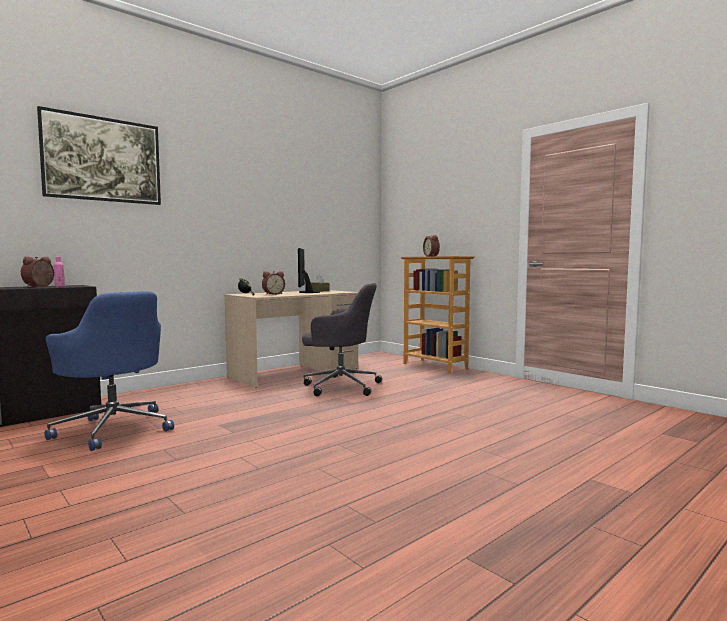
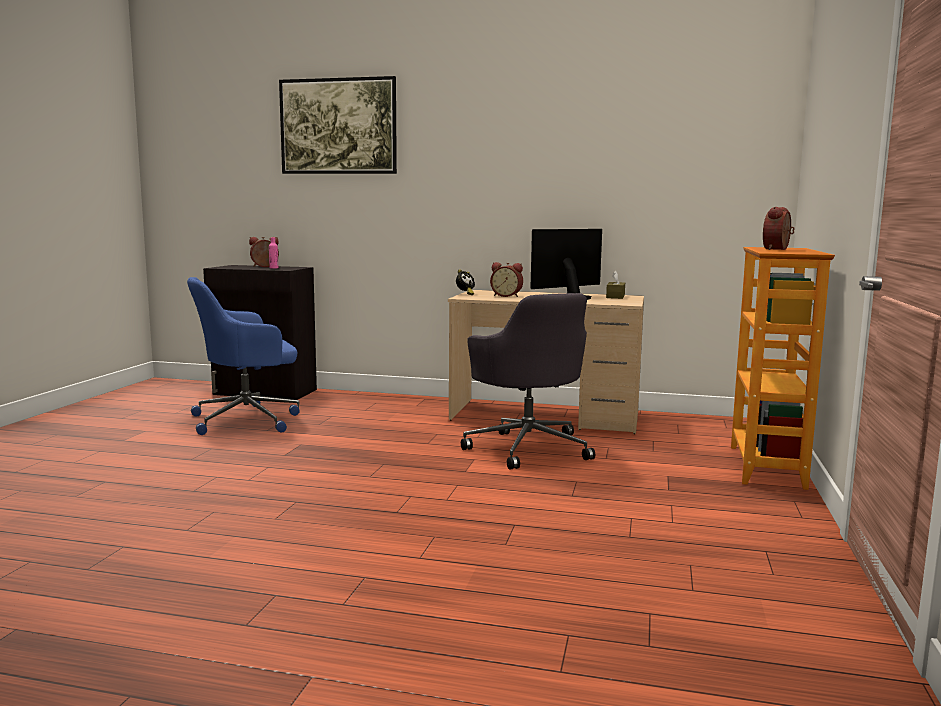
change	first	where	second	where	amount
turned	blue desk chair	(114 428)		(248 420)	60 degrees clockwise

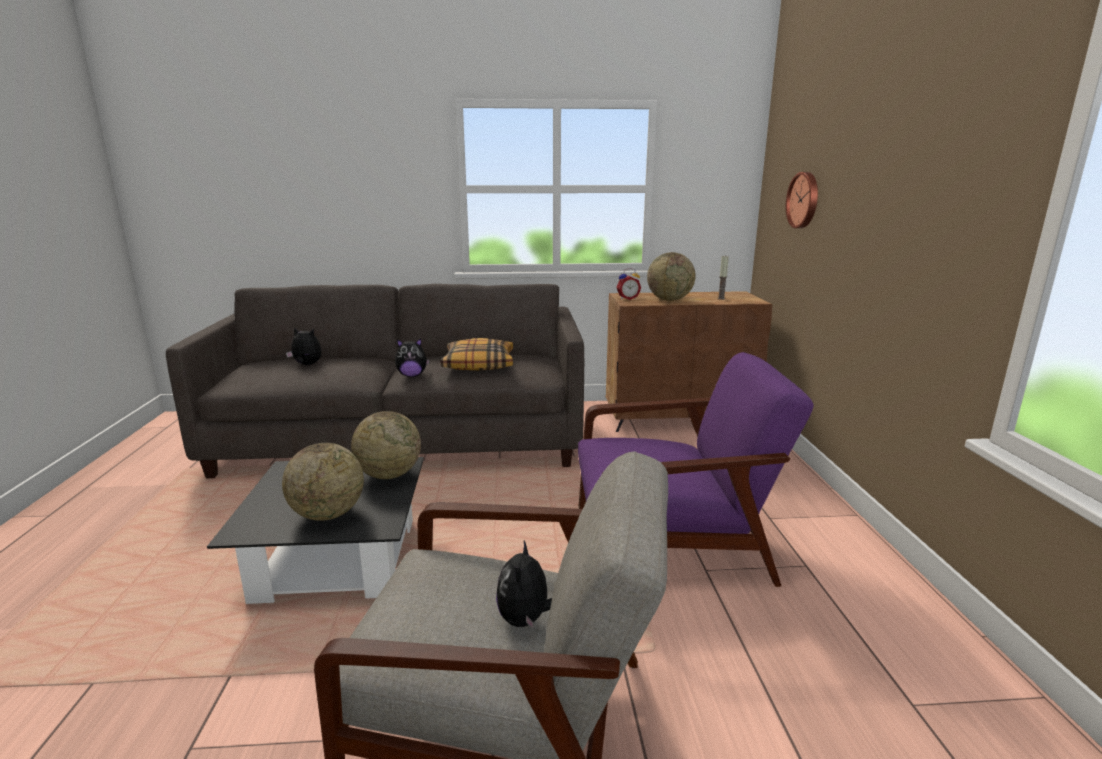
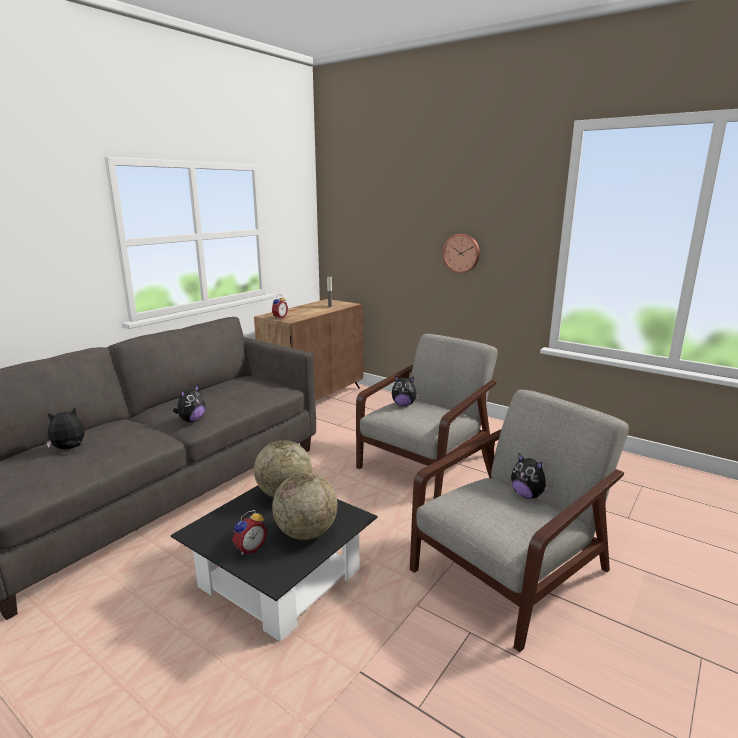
change	first	where	second	where	amount
moved	hanging clock	(804 200)		(462 253)	
removed	globe	(669 300)			
removed	throw pillow	(479 364)			
recoloured	purple lounge chair	(673 543)	gray lounge chair	(427 460)	
added			soft toy	(404 405)	
added			alarm clock	(249 548)	

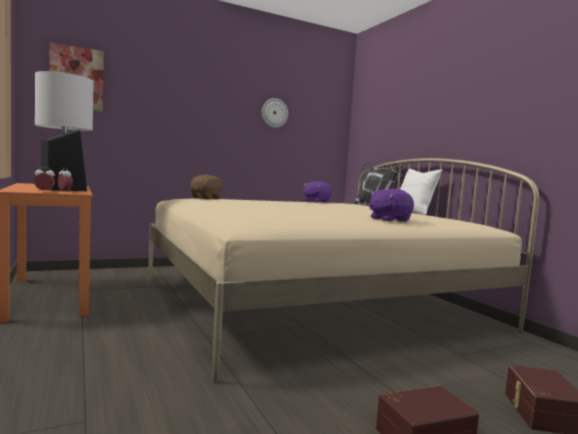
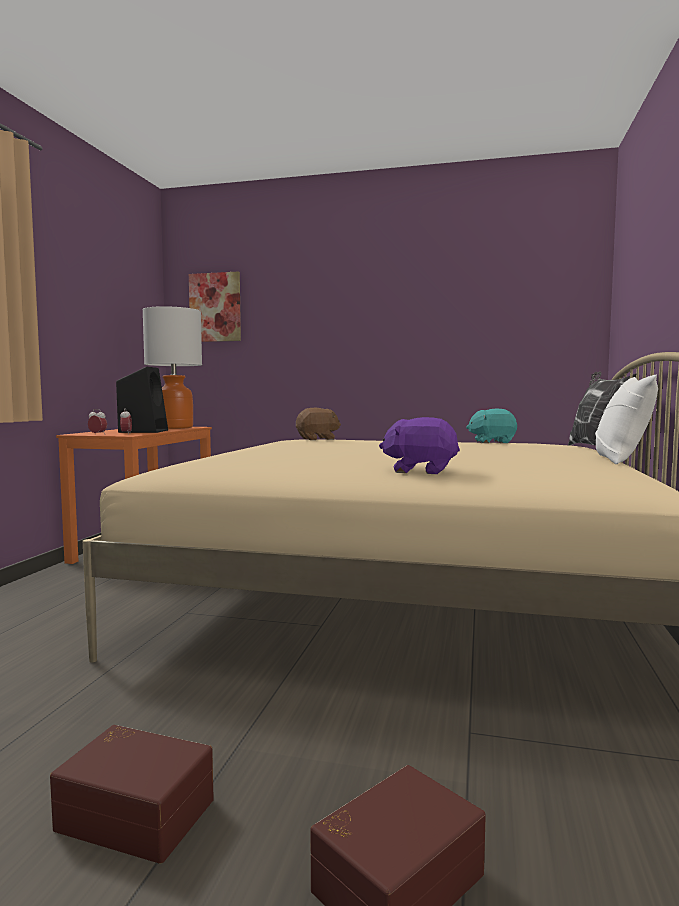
change	first	where	second	where	amount
removed	hanging clock	(274 113)			
recoloured	purple soft toy	(316 201)	turquoise soft toy	(492 442)	

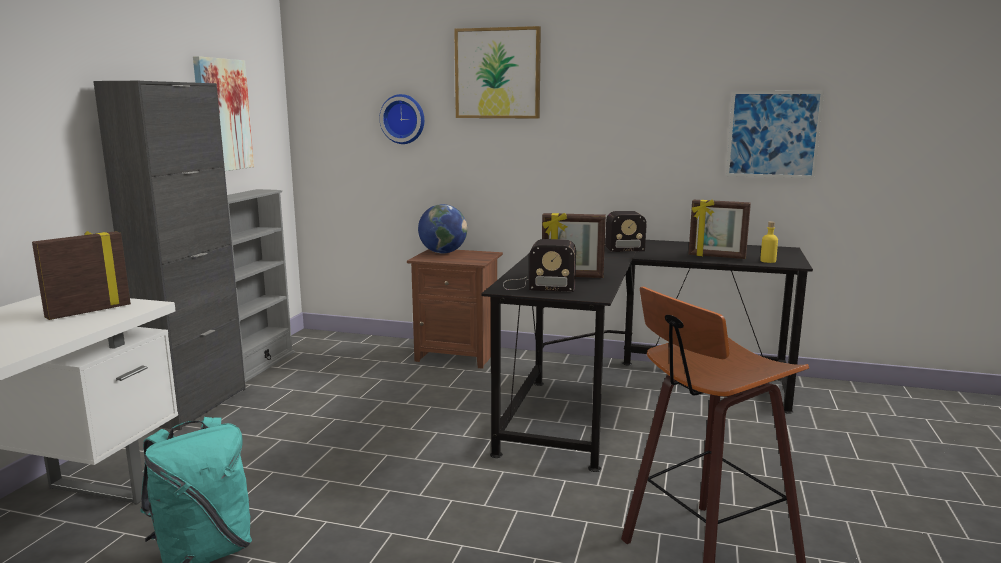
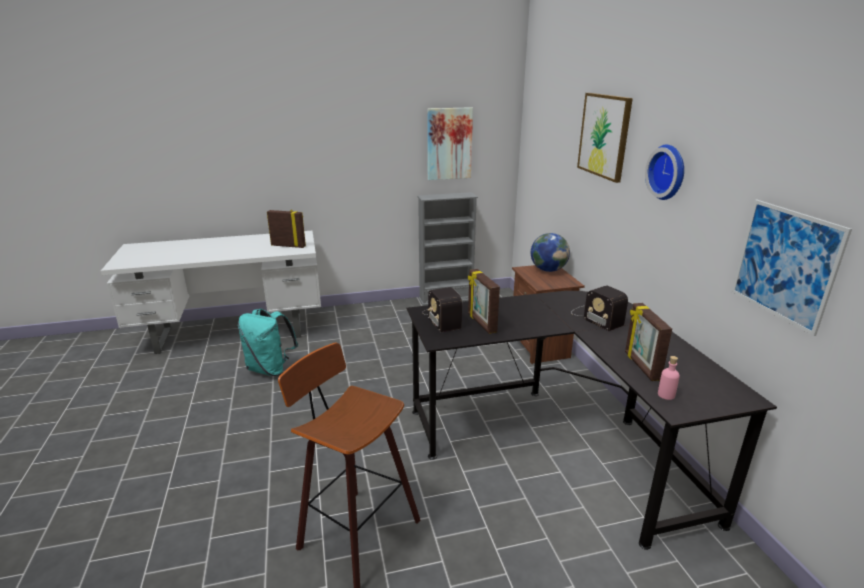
change	first	where	second	where	amount
removed	black-coloured cupboard	(196 406)			
moved	hanging clock	(403 119)		(668 172)	
recoloured	yellow bottle	(768 261)	pink bottle	(666 395)	

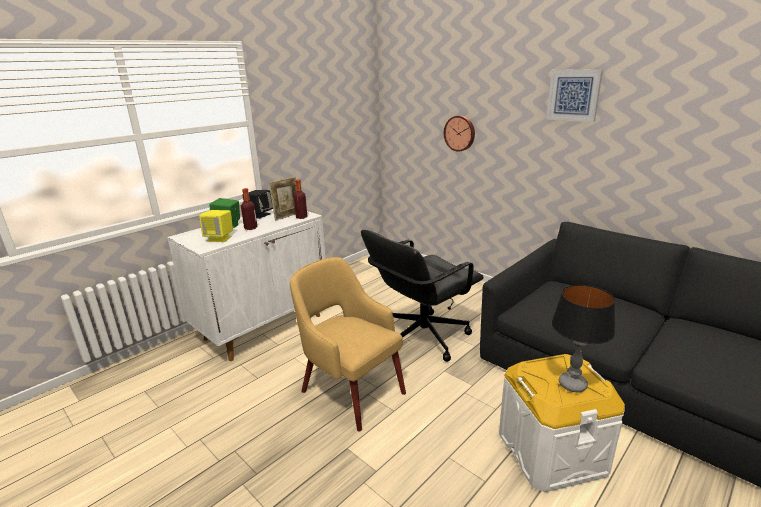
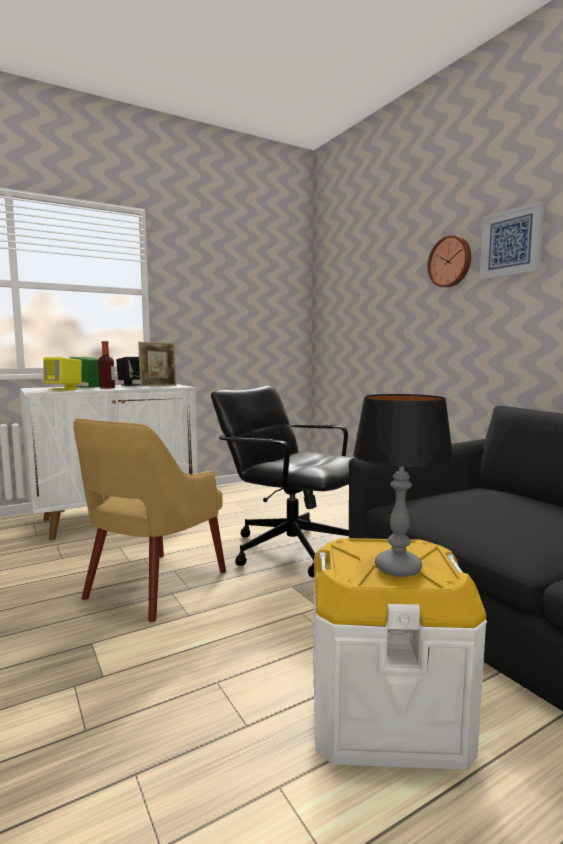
change	first	where	second	where	amount
moved	hanging clock	(460 133)		(450 262)	
removed	bottle	(301 217)			
turned	black-coloured desk chair	(422 336)		(291 549)	60 degrees clockwise
turned	yellow lounge chair	(350 390)		(153 586)	120 degrees counterclockwise

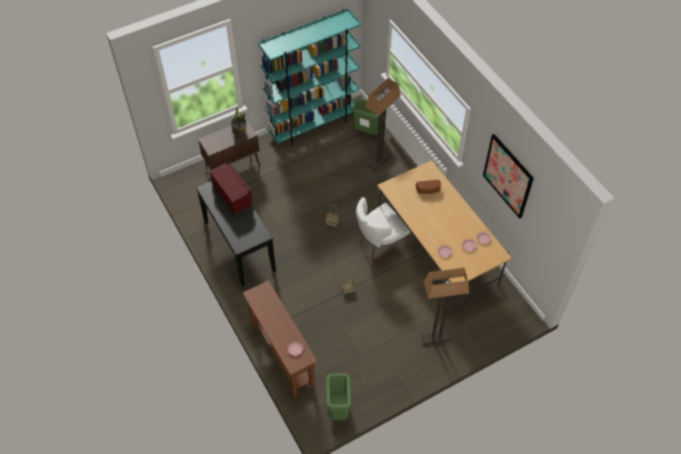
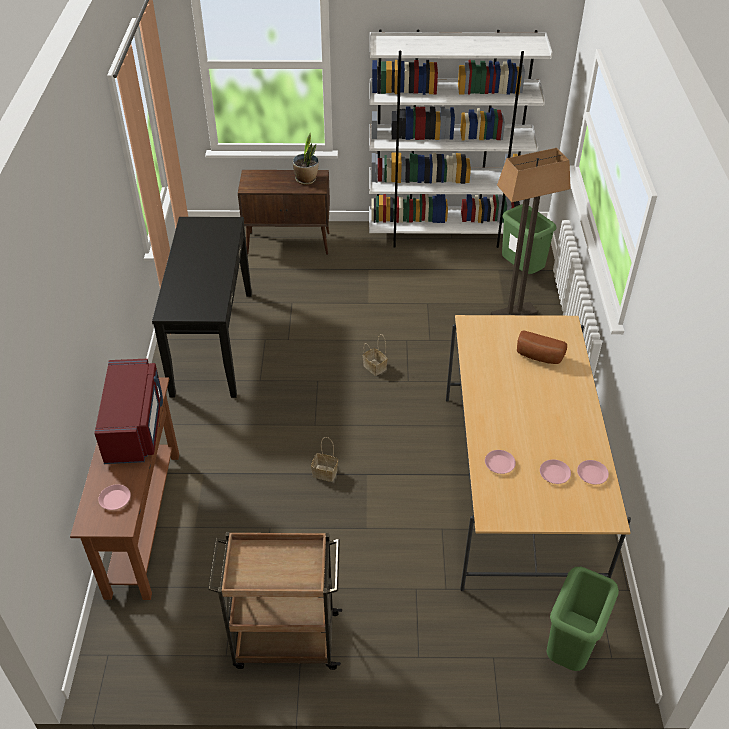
change	first	where	second	where	amount
recoloured	turquoise shelving unit	(313 125)	white-coloured shelving unit	(445 234)	
removed	wall art	(508 176)			
moved	red kitchen microwave	(233 195)		(135 427)	
removed	white-coloured plain chair	(379 244)			
removed	standing lamp	(436 338)			
moved	green-coloured rubbish bin	(338 409)		(570 651)	
added			brown-coloured trolley	(284 640)	

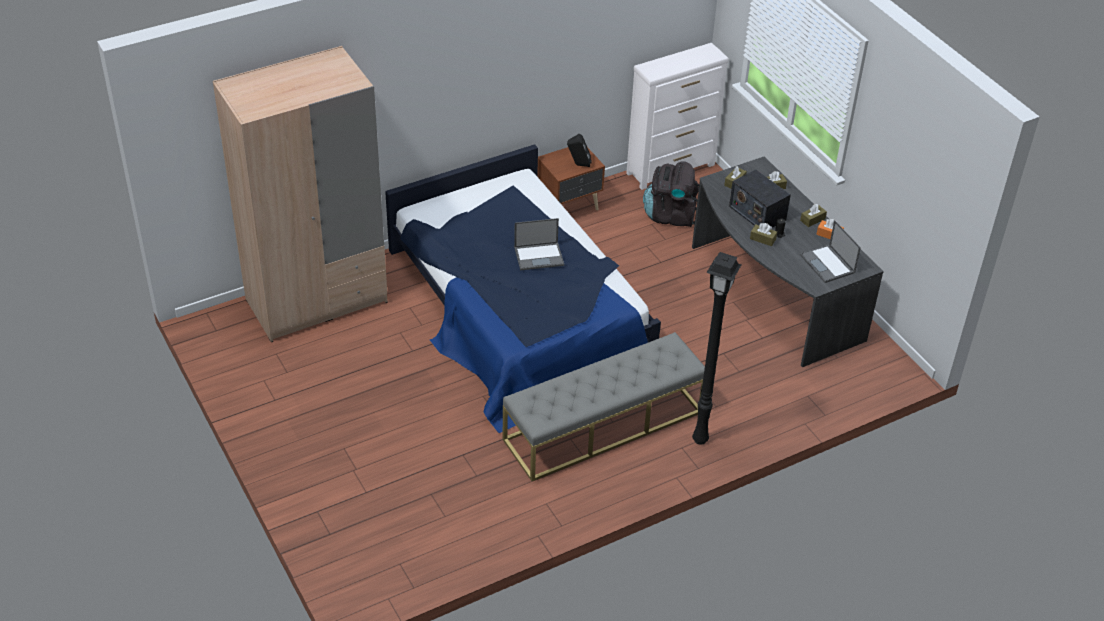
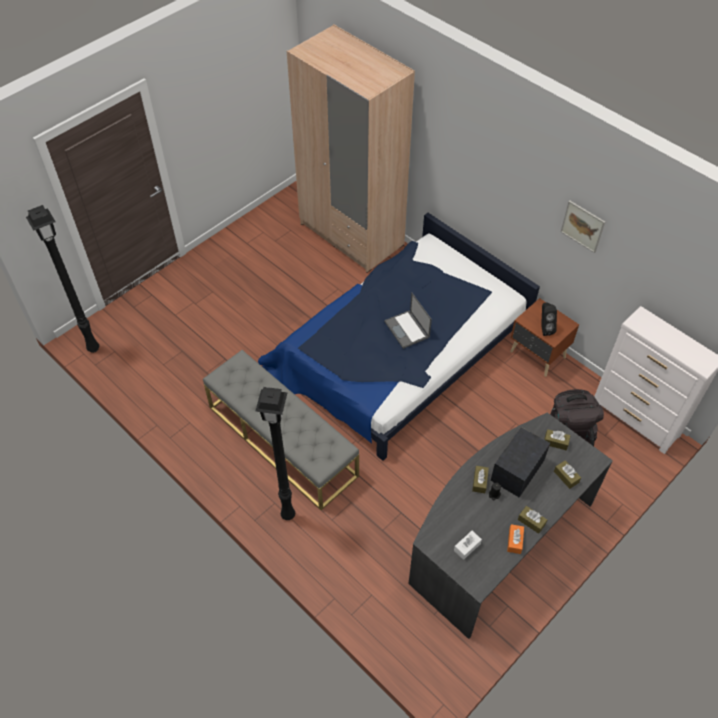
change	first	where	second	where	amount
replaced	notebook computer	(828 264)	white-coloured tissue box	(467 547)	
added			wall art	(582 226)	
added			black-coloured standing lamp	(94 348)	

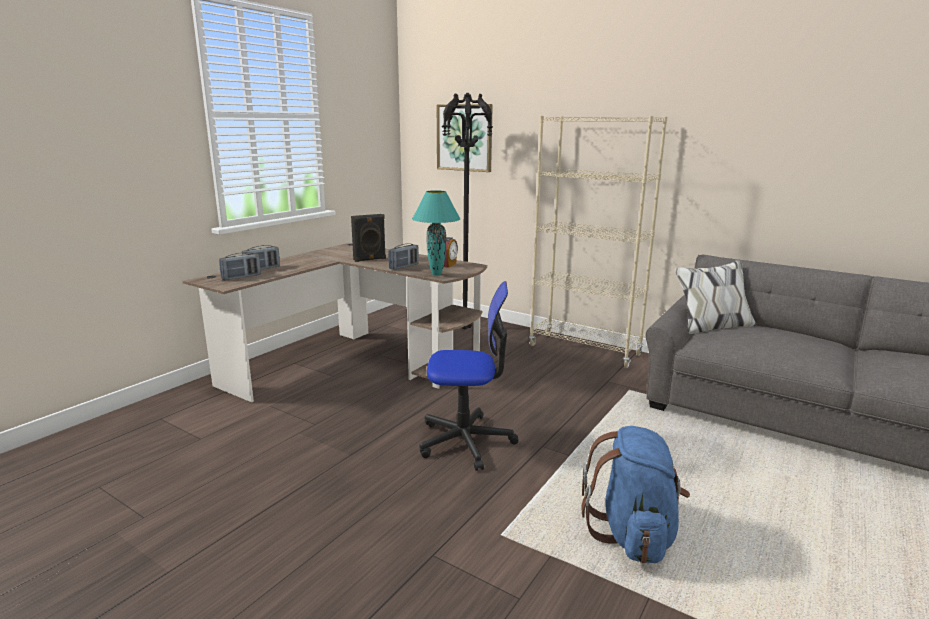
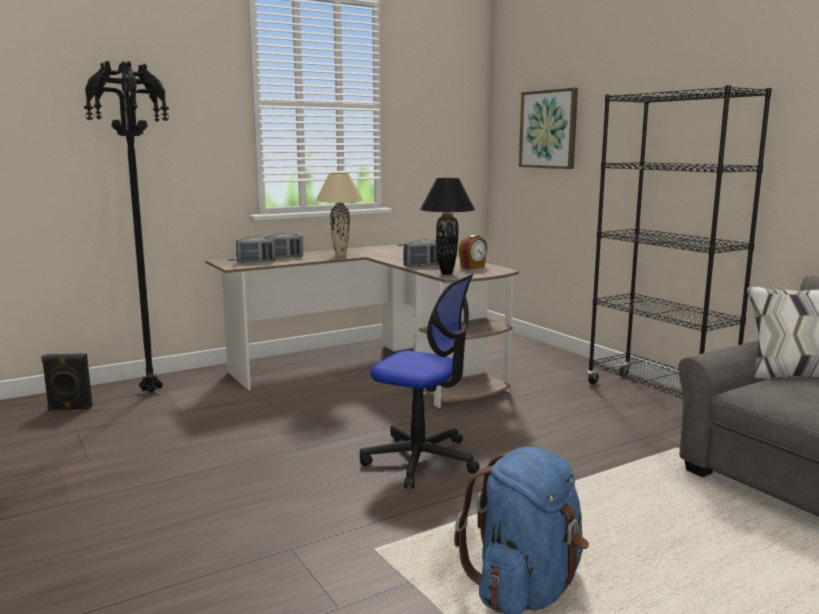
change	first	where	second	where	amount
moved	black-coloured standing lamp	(466 329)		(153 392)	
recoloured	beige-coloured shelving unit	(584 350)	black-coloured shelving unit	(657 398)	
recoloured	turquoise lamp for a table	(436 274)	black-coloured lamp for a table	(446 274)	
moved	black-coloured speaker	(370 259)		(70 408)	
added			beige-coloured lamp for a table	(340 256)	

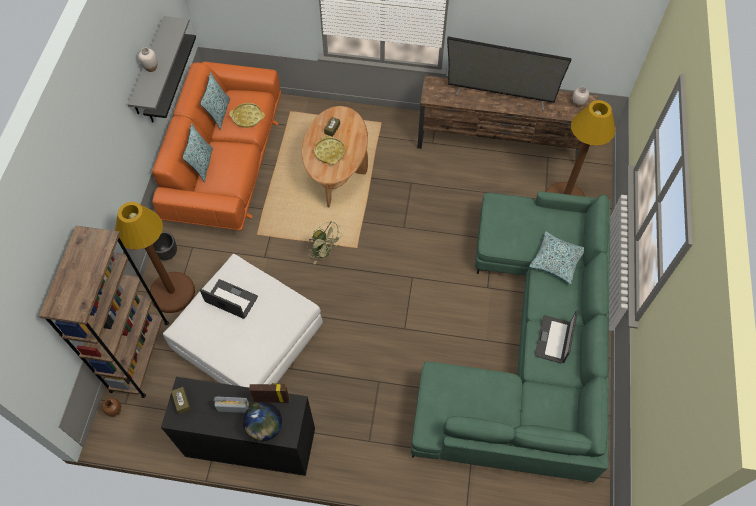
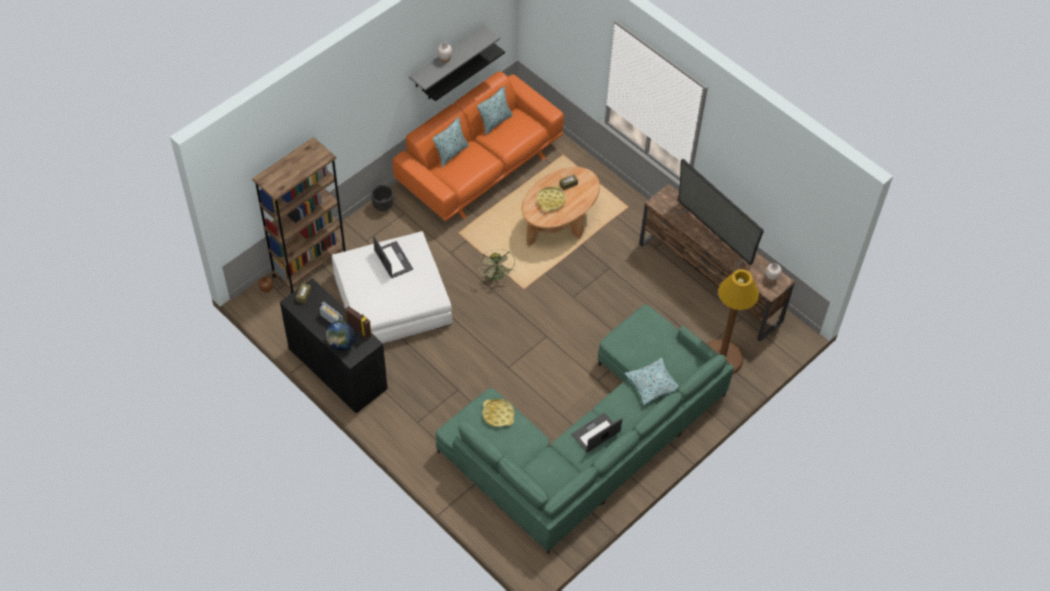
change	first	where	second	where	amount
moved	yellow serving tray	(247 117)		(498 415)	
removed	brown-coloured standing lamp	(172 293)			

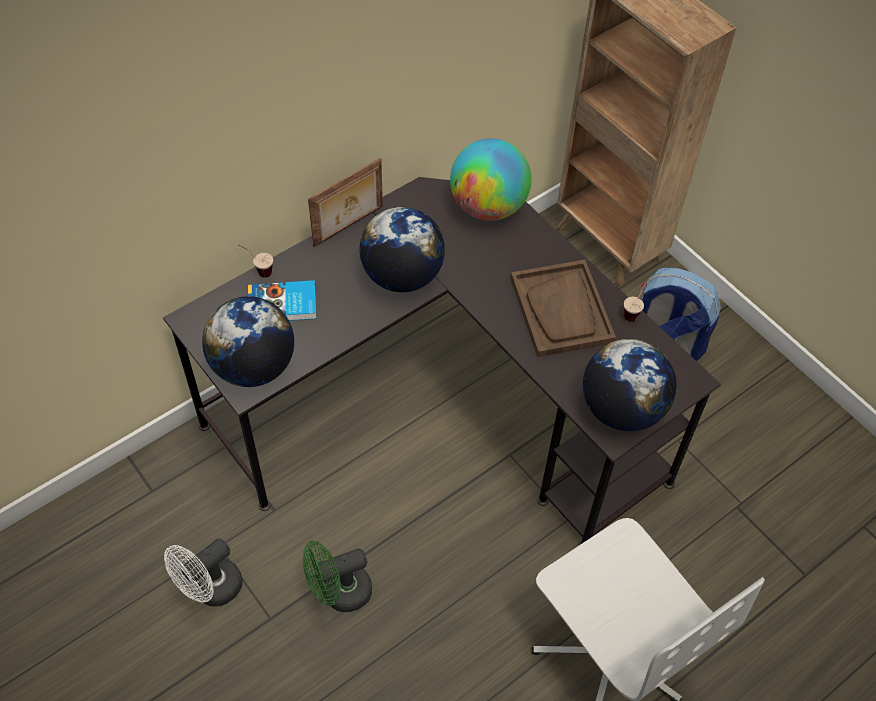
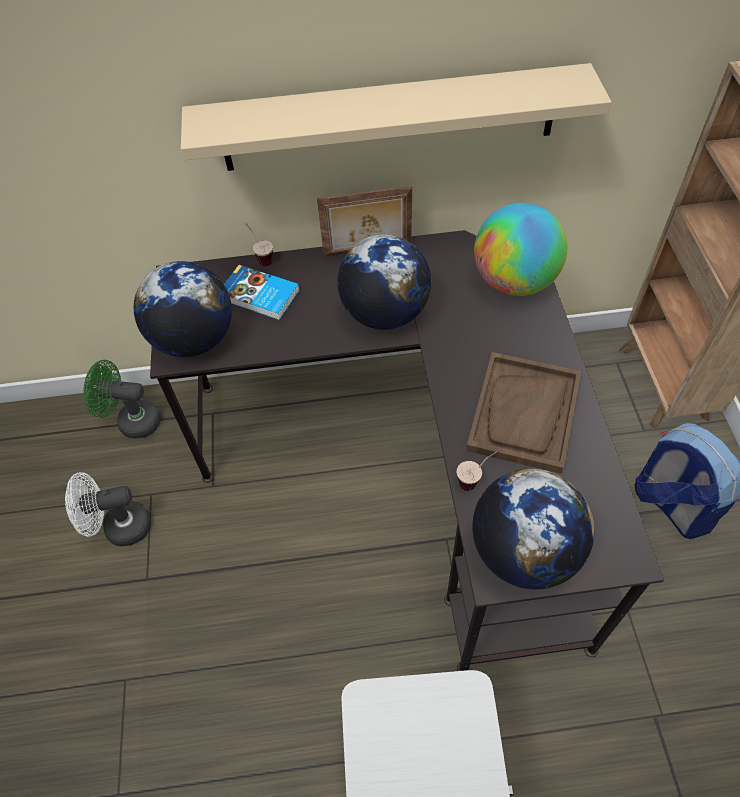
change	first	where	second	where	amount
moved	drinking cup	(634 311)		(476 479)	
moved	green-coloured fan	(339 593)		(132 421)	
added			beige-coloured bracket shelf	(389 119)	

